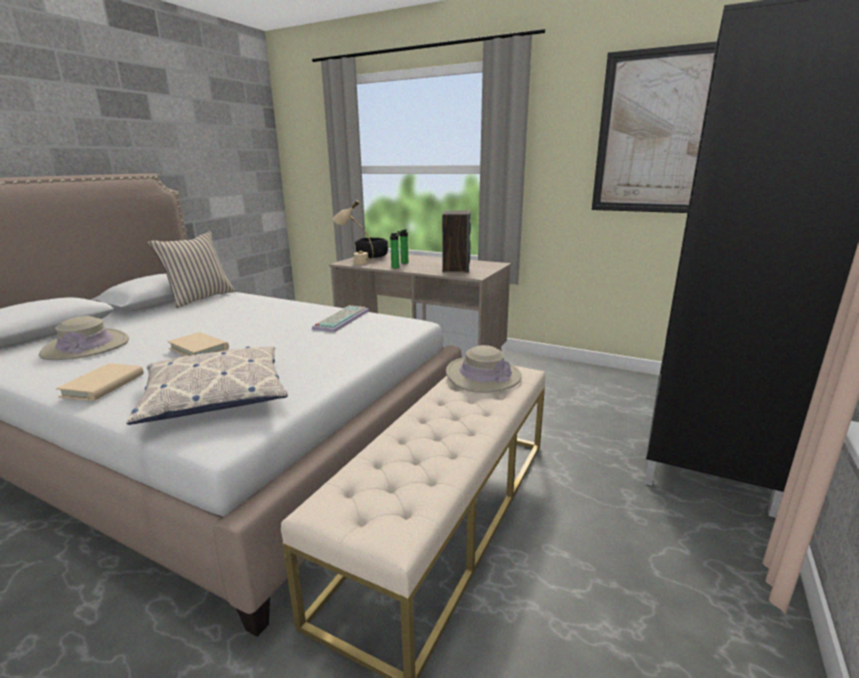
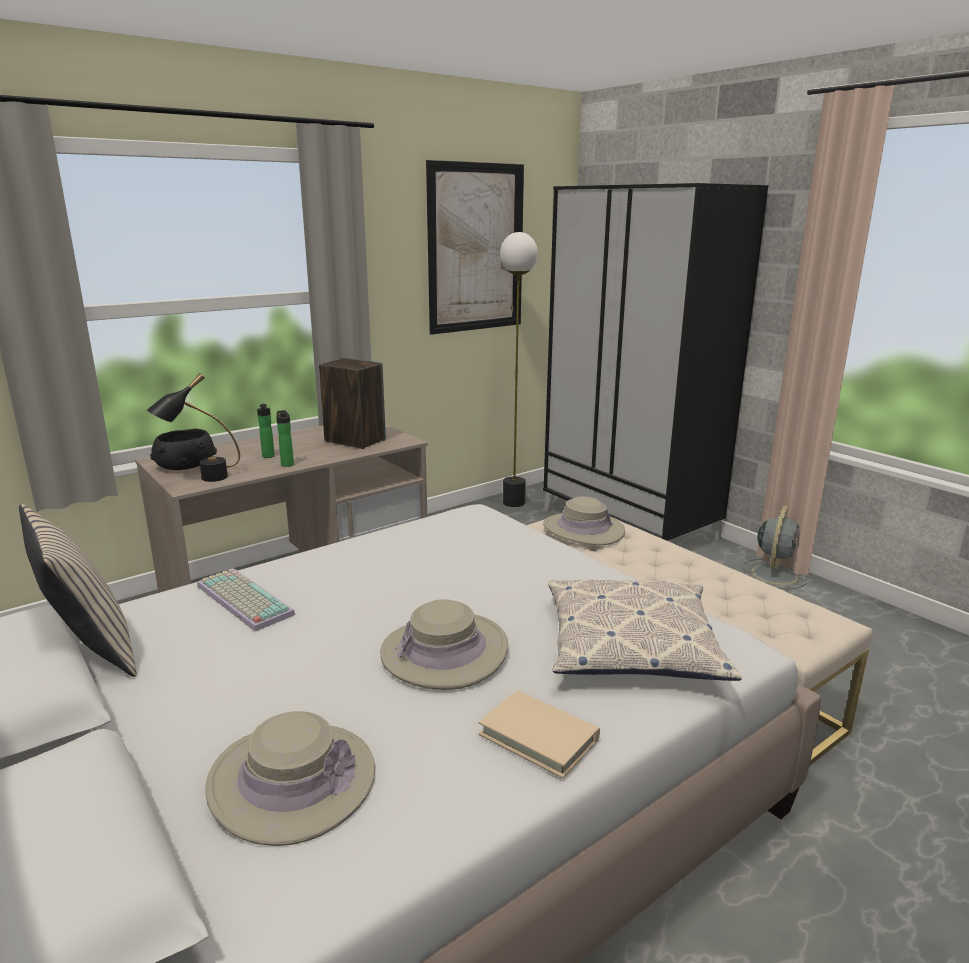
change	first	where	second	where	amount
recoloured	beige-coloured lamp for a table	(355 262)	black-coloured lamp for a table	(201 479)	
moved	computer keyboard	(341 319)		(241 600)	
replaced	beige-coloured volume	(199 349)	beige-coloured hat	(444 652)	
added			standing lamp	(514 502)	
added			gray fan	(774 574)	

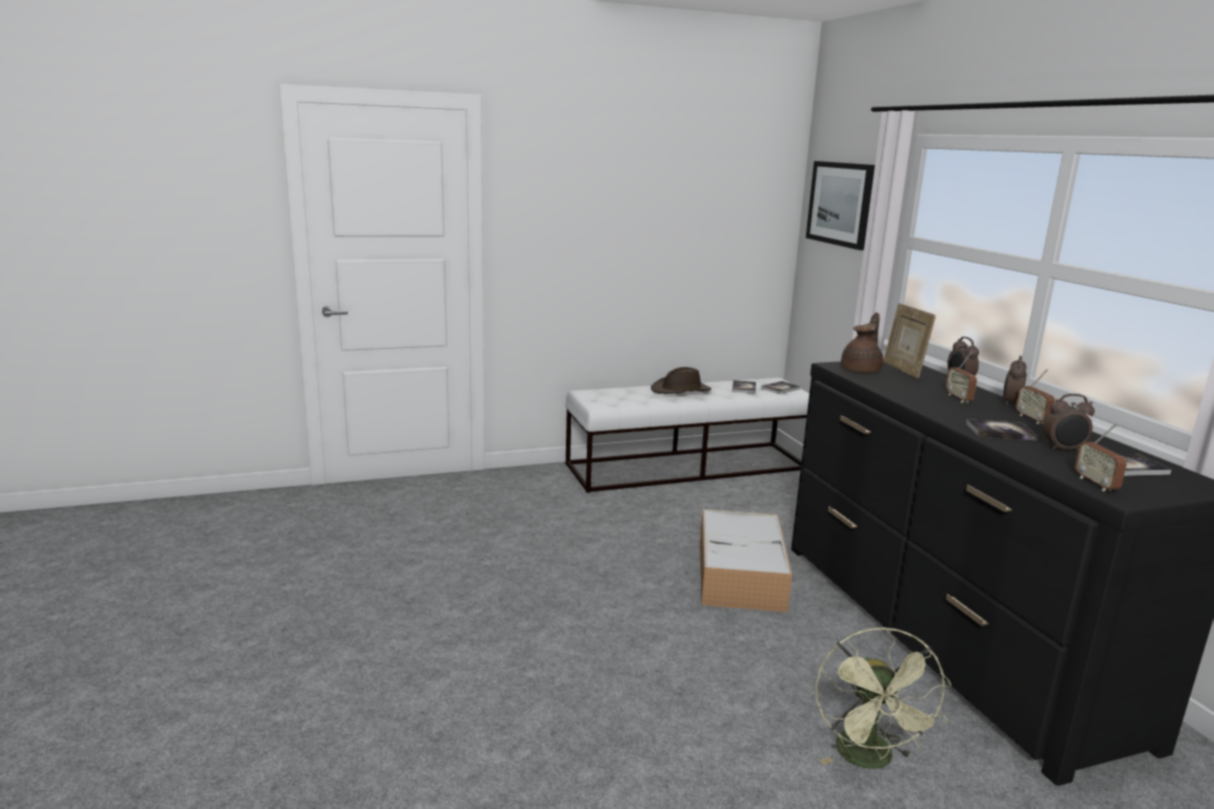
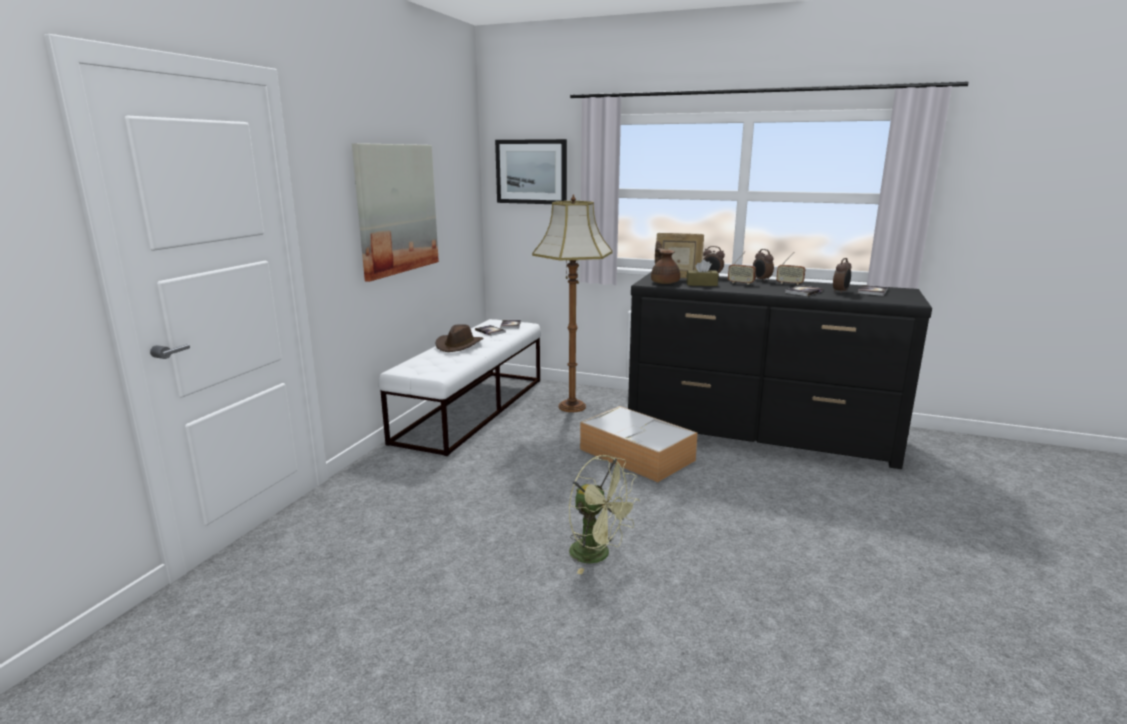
change	first	where	second	where	amount
removed	radio receiver	(1096 484)			
moved	green-coloured fan	(870 760)		(598 555)	
added			wall art	(396 209)	
added			standing lamp	(571 407)	
added			brown-coloured tissue box	(701 284)	

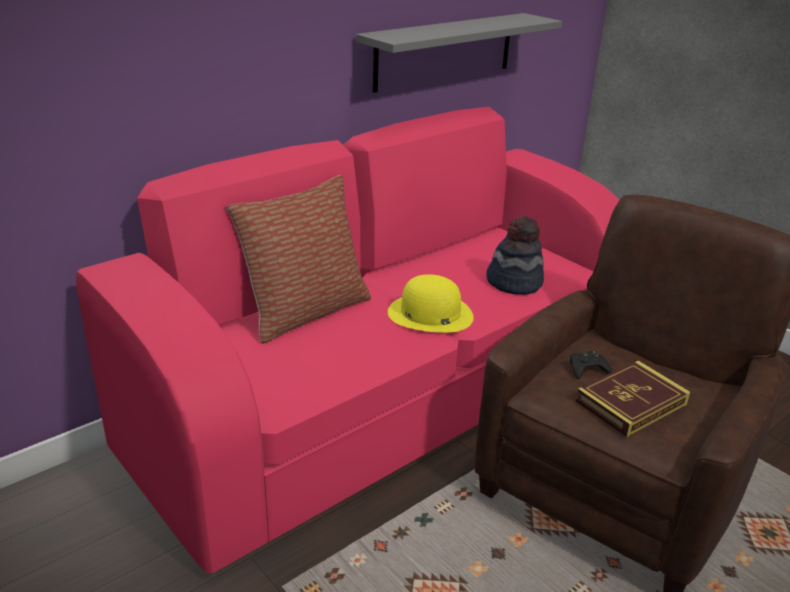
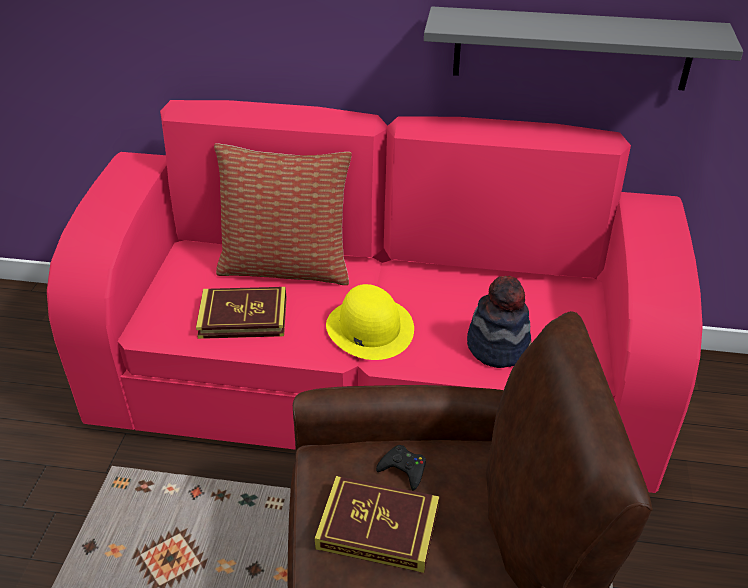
change	first	where	second	where	amount
added			volume	(243 317)	

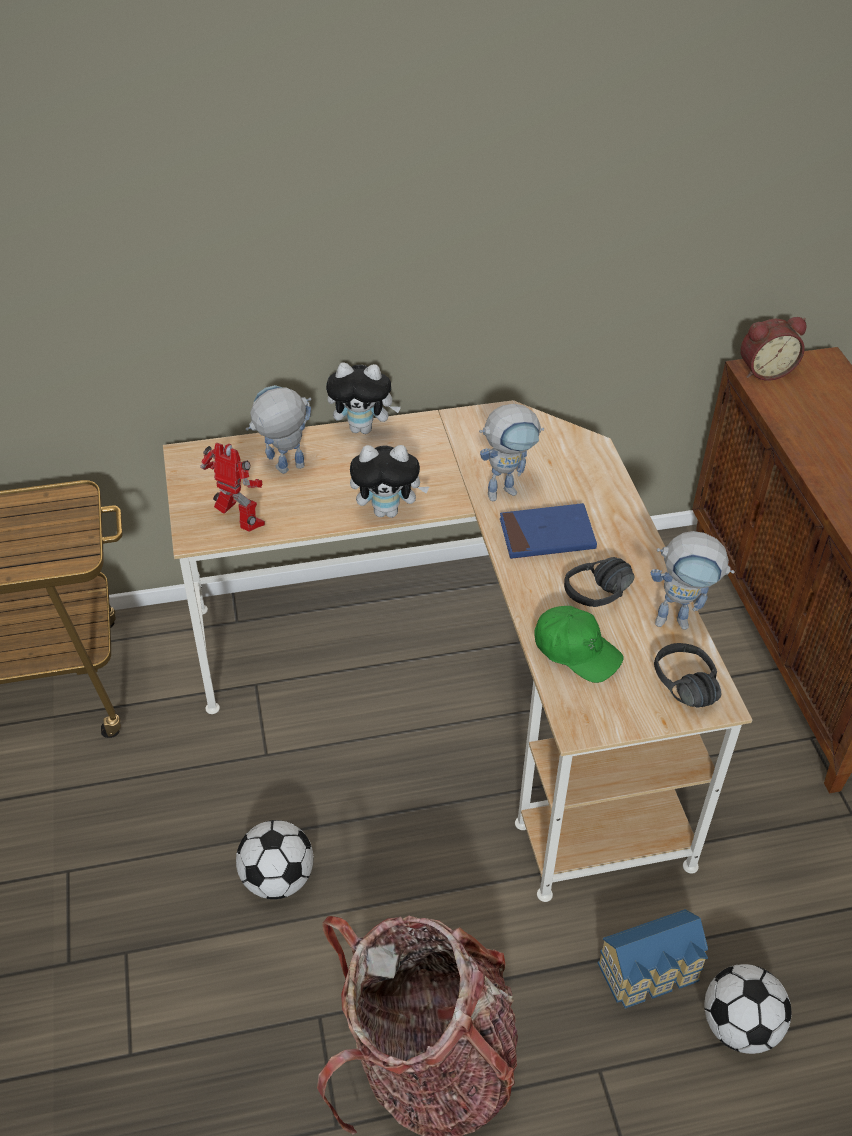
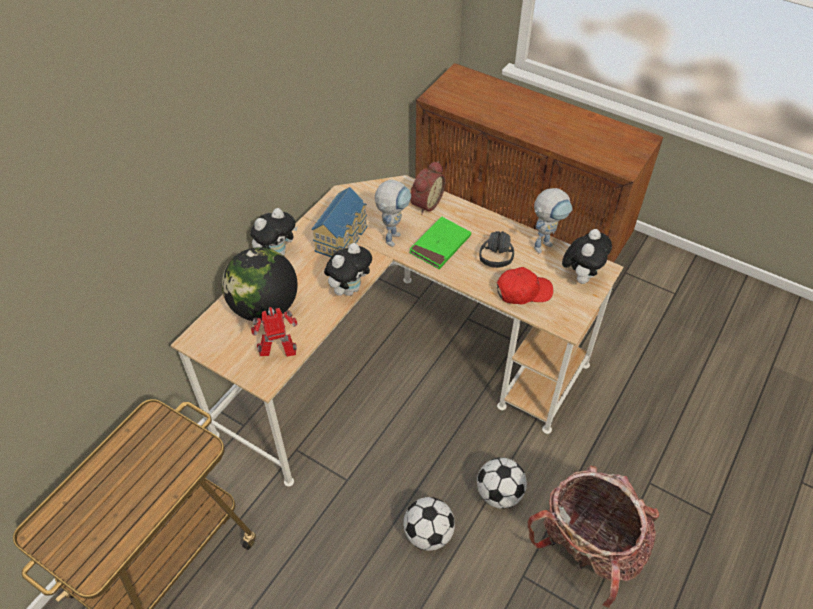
change	first	where	second	where	amount
moved	alarm clock	(764 370)		(425 203)	
replaced	model robot	(284 471)	globe	(265 308)	
recoloured	blue volume	(547 535)	green-coloured volume	(440 245)	
recoloured	green-coloured cap	(576 651)	red cap	(523 291)	
replaced	black-coloured pair of headphones	(675 688)	soft toy	(581 276)	
moved	toy house	(651 972)		(343 238)	
moved	ball for football	(739 1026)		(499 493)	

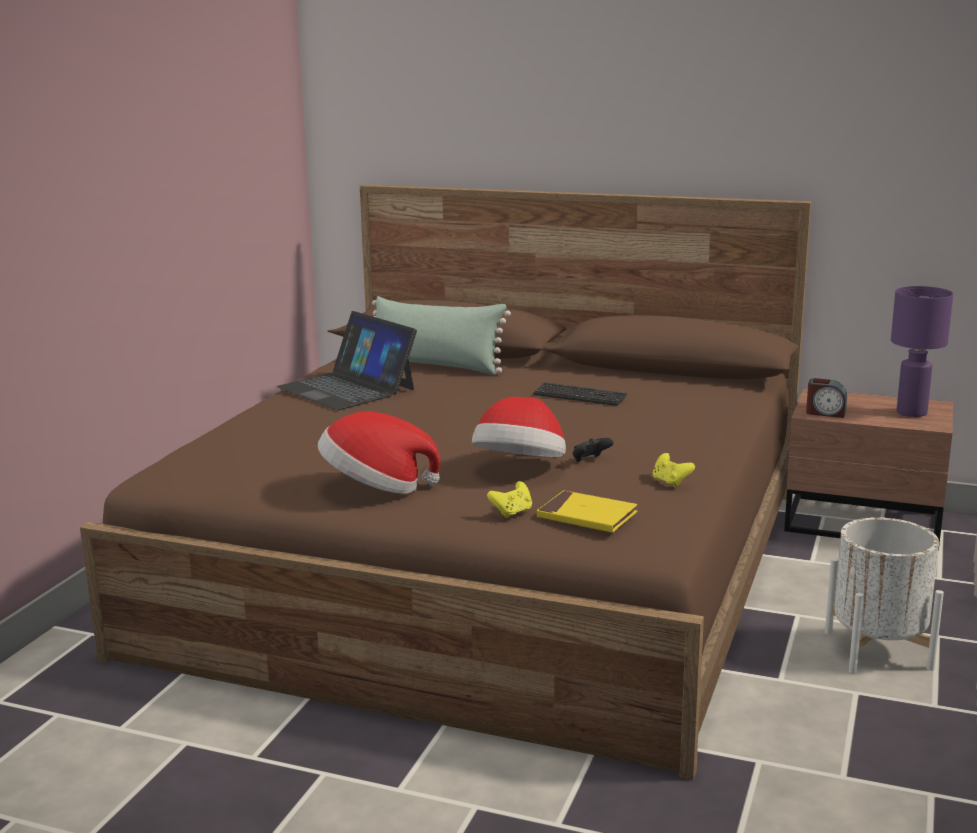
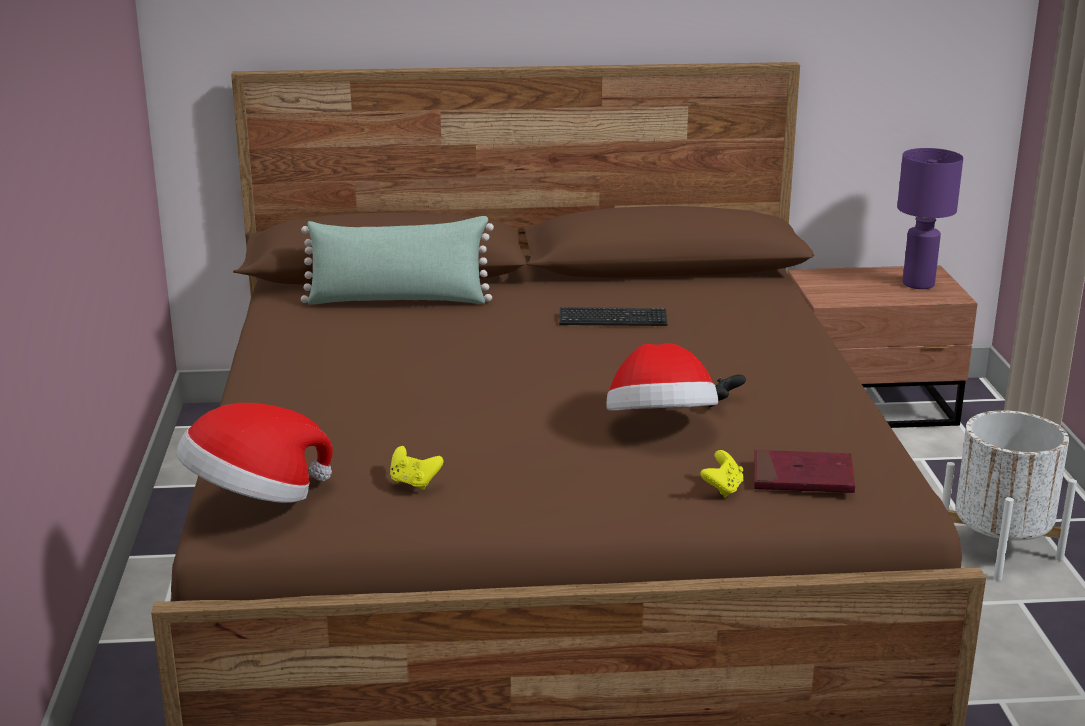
change	first	where	second	where	amount
removed	notebook computer	(347 388)			
removed	alarm clock	(825 413)			
moved	hat	(375 488)		(254 498)	
moved	yellow gamepad	(670 482)		(414 483)	
recoloured	yellow volume	(587 516)	red volume	(802 477)	

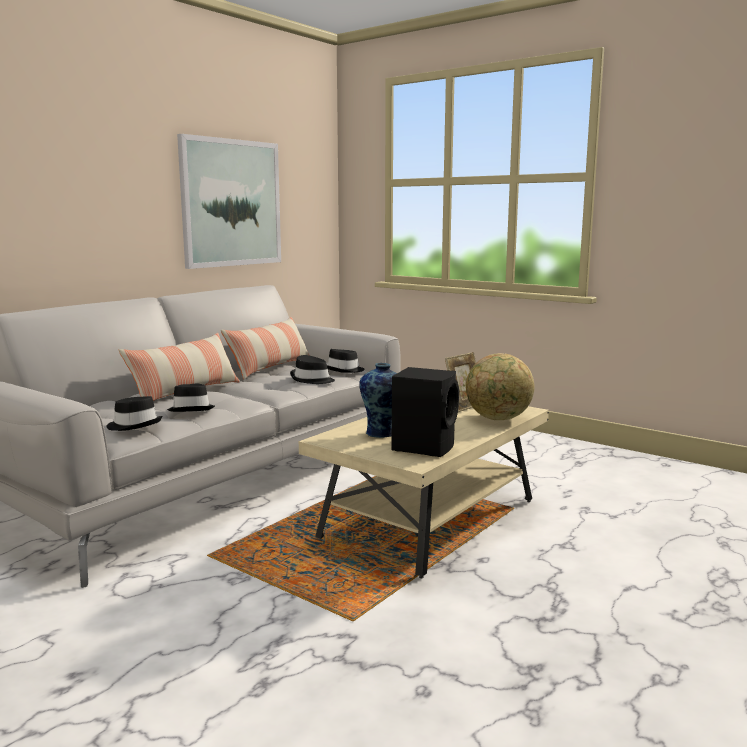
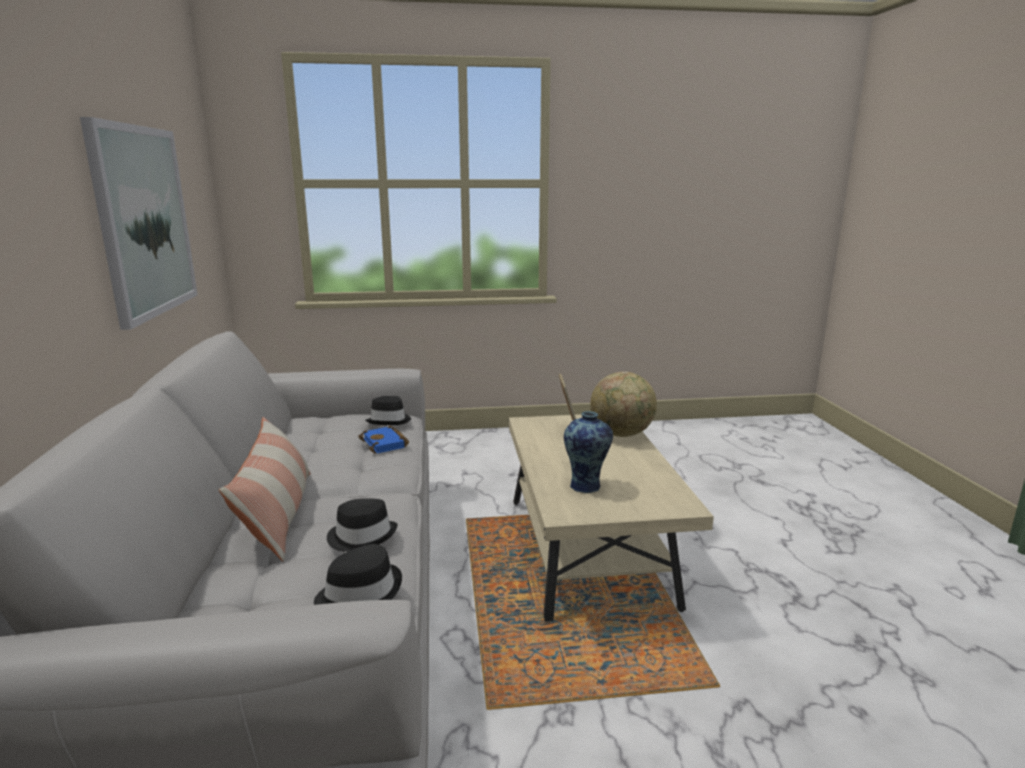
change	first	where	second	where	amount
removed	throw pillow	(270 367)			
replaced	black-coloured hat	(312 380)	blue volume	(386 444)	
removed	black-coloured speaker	(425 446)			

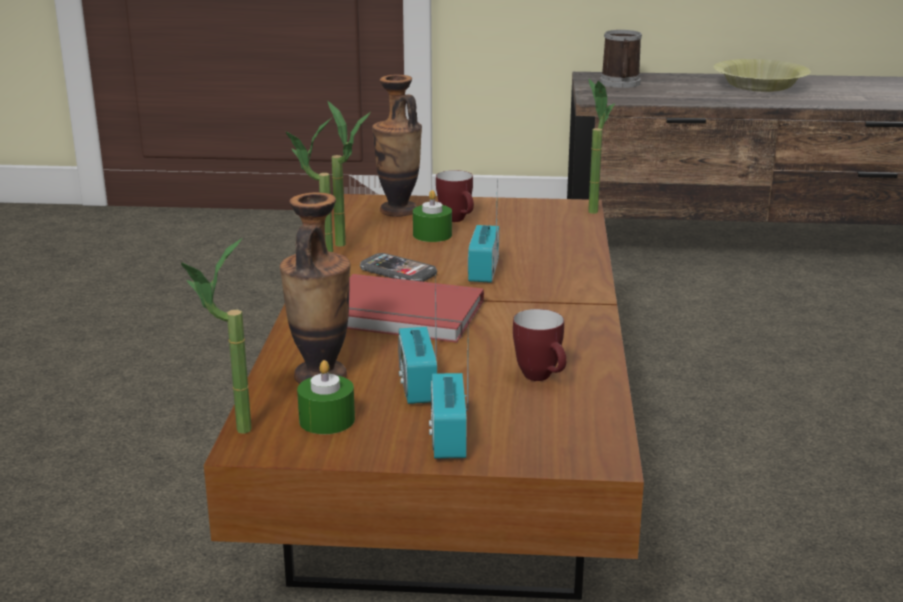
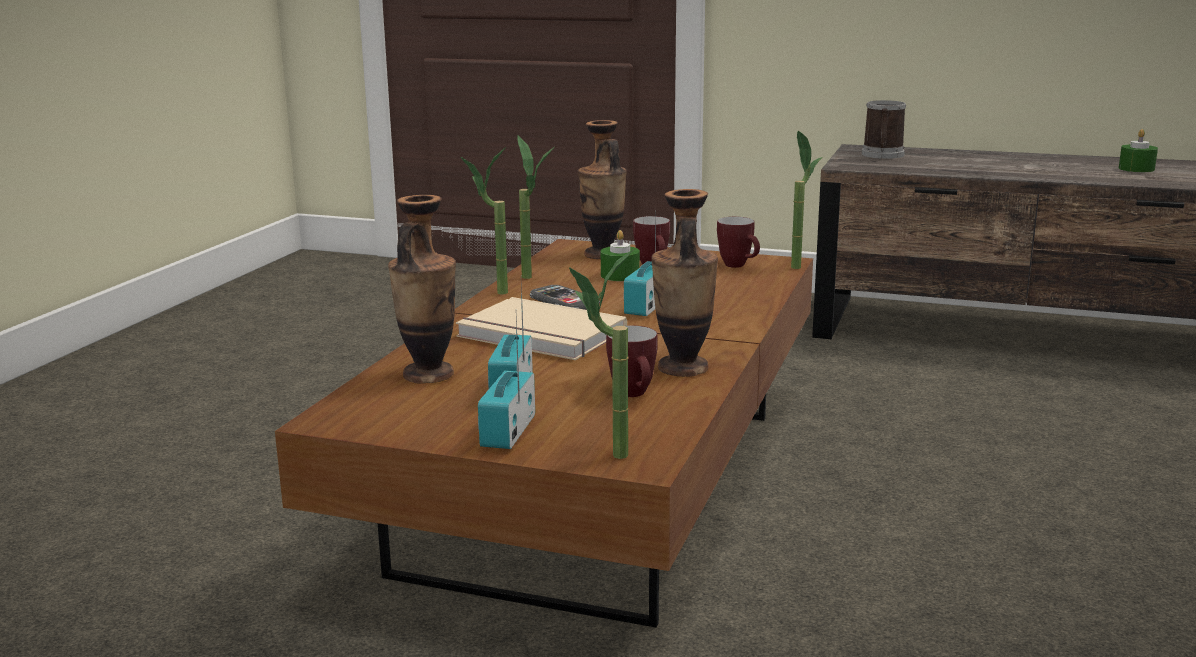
change	first	where	second	where	amount
removed	yellow bowl	(759 86)			
moved	houseplant	(228 433)		(604 457)	
recoloured	red volume	(401 316)	beige-coloured volume	(540 335)	
moved	green-coloured wax light	(327 420)		(1136 169)	
added			flower vase	(683 368)	
added			coffee mug	(739 266)	

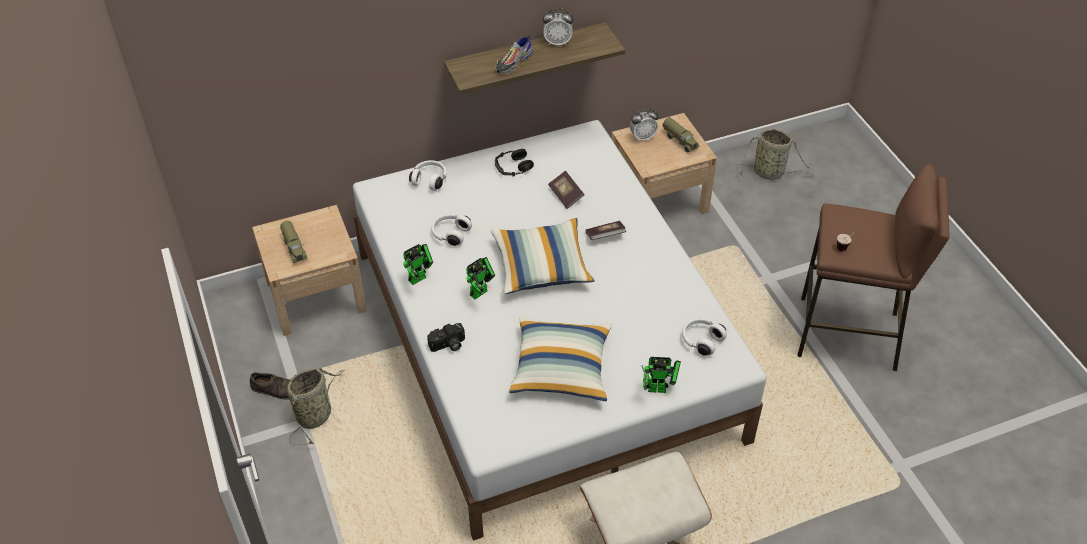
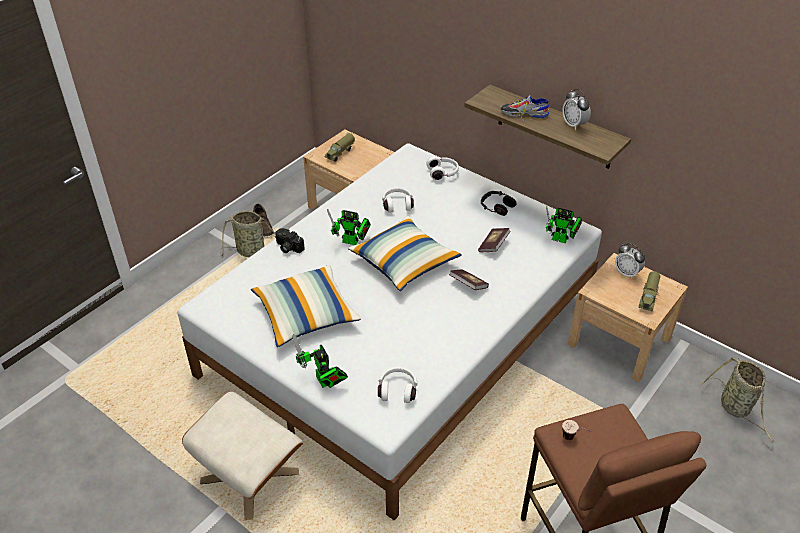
change	first	where	second	where	amount
moved	model robot	(419 277)		(561 240)	

